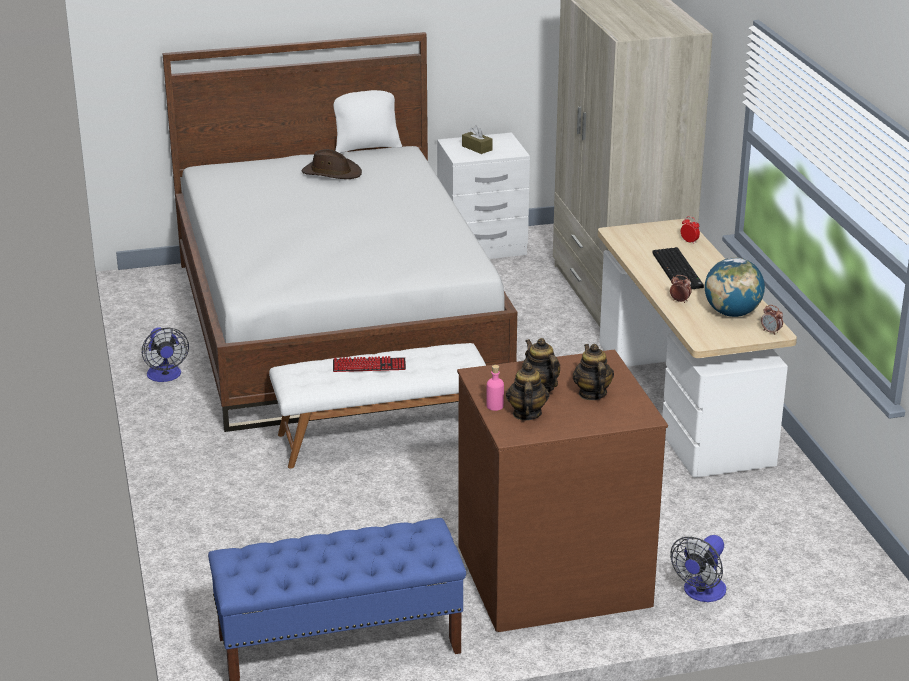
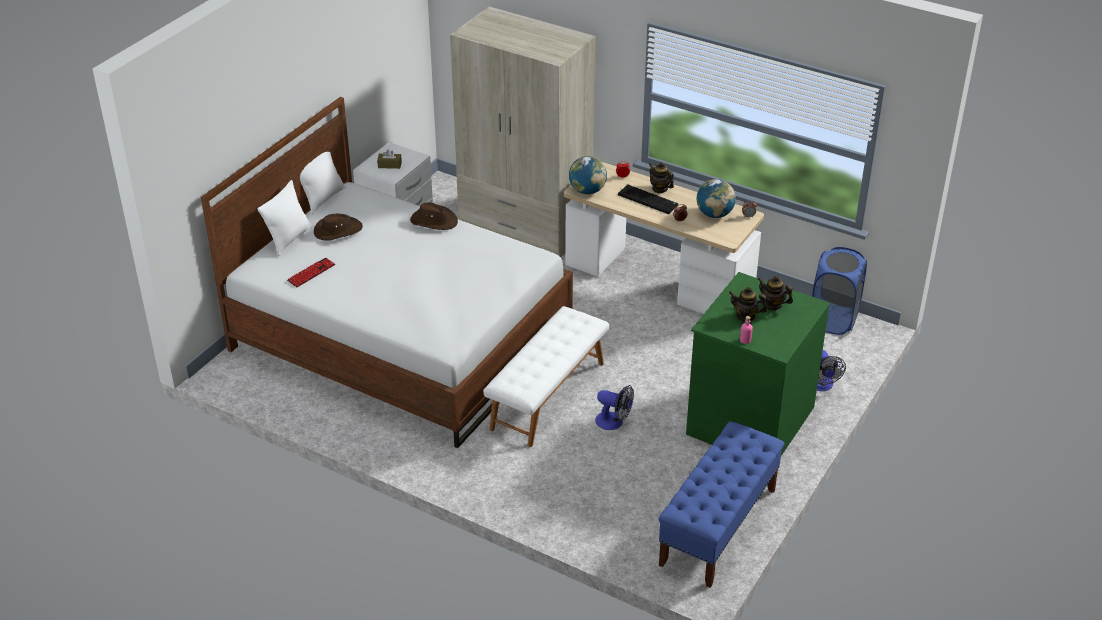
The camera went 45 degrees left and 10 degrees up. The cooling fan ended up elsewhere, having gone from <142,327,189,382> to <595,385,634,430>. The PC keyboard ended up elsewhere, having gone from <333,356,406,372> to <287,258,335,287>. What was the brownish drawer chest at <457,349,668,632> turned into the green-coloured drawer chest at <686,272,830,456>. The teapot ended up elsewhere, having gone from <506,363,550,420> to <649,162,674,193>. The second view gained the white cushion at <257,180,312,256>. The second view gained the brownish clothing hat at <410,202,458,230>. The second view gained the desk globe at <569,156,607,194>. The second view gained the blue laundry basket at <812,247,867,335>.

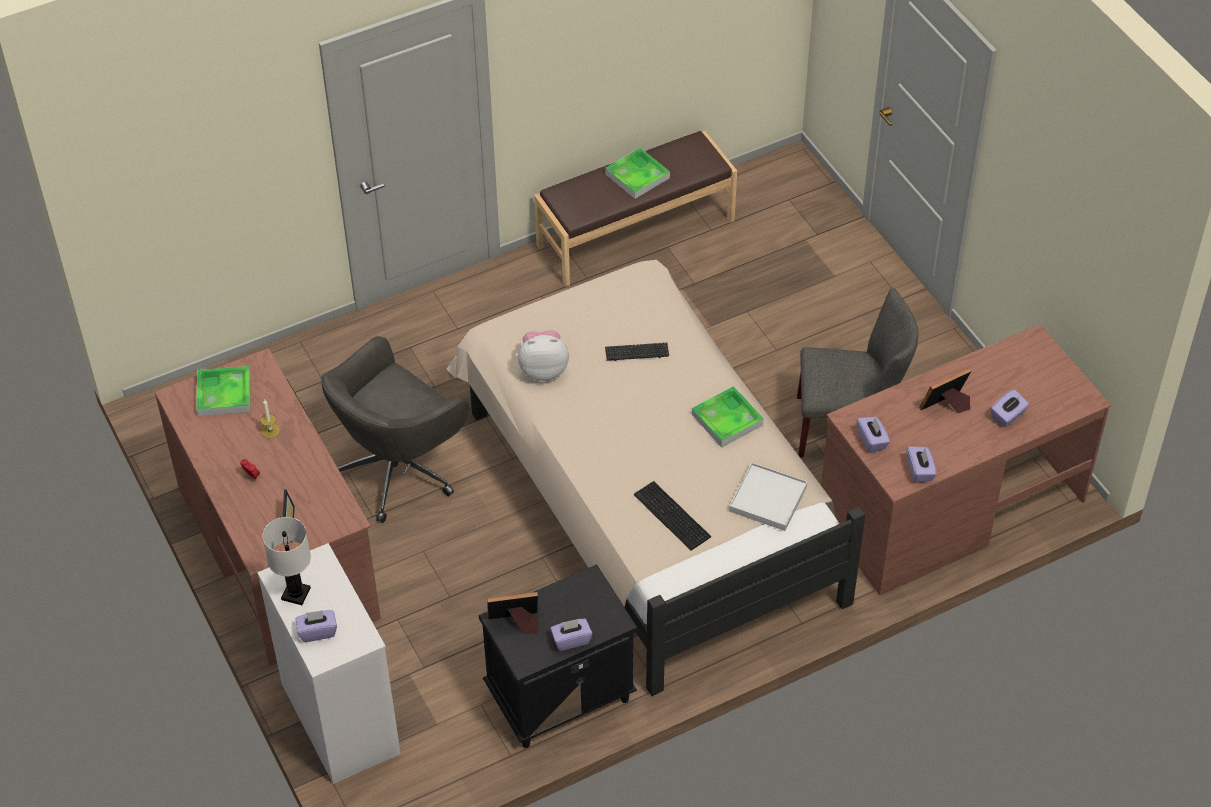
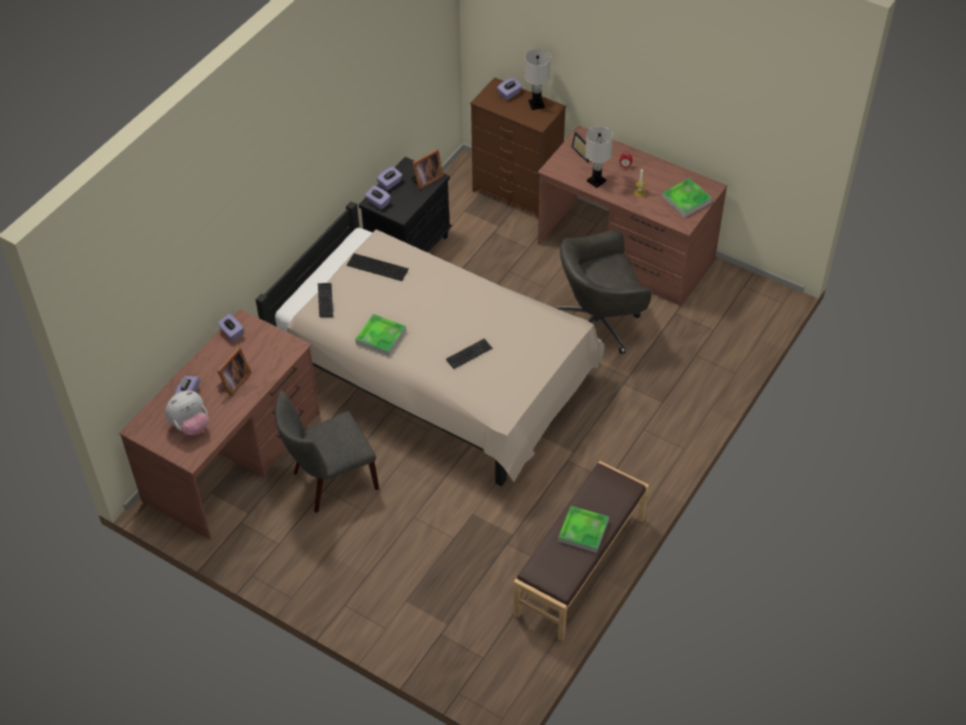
The camera went 150 degrees right and 0 degrees up. What was the white drawer chest at <257,543,401,784> turned into the brownish drawer chest at <470,77,566,217>. The grey office chair at <321,336,468,523> ended up facing another way, 120 degrees counterclockwise from before. The soft toy ended up elsewhere, having gone from <518,330,569,381> to <165,391,209,435>. Where the white serving tray stood at <729,463,807,531>, the PC keyboard came to stand at <318,283,333,317>. The purplish tissue holder ended up elsewhere, having gone from <857,416,890,453> to <365,185,391,210>. The second view gained the white table lamp at <585,126,613,188>.

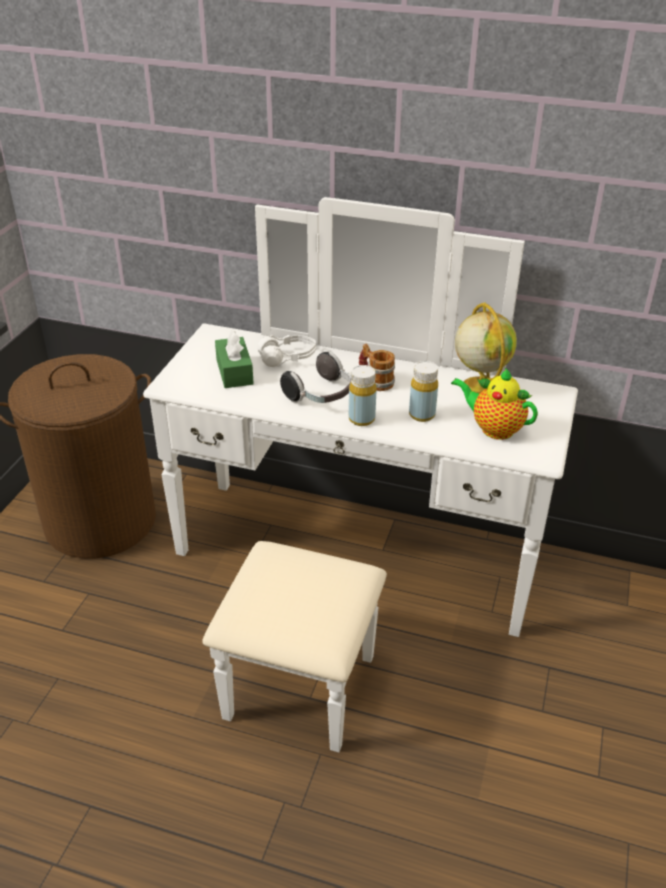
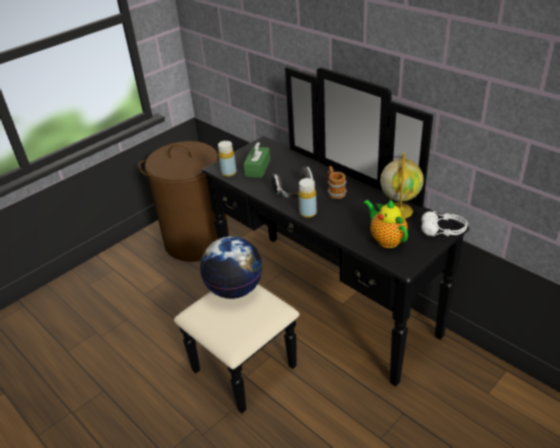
The camera went 30 degrees right and 0 degrees up. What was the white drawer chest at <143,197,578,753> turned into the black drawer chest at <174,67,469,413>. The white headphones ended up elsewhere, having gone from <257,335,316,367> to <421,211,468,237>. The yellowish bottle ended up elsewhere, having gone from <409,361,438,422> to <218,141,236,177>. The second view gained the desk globe at <200,236,263,299>.

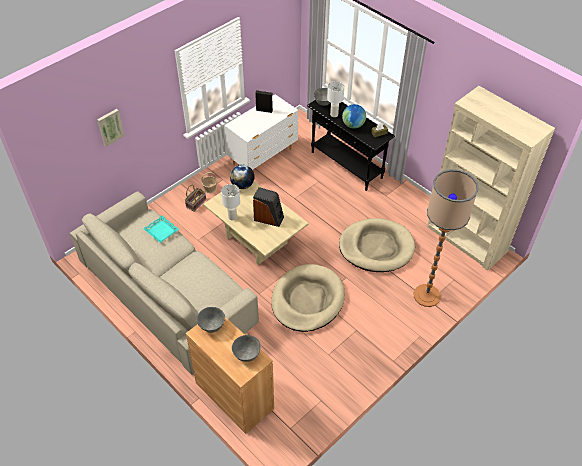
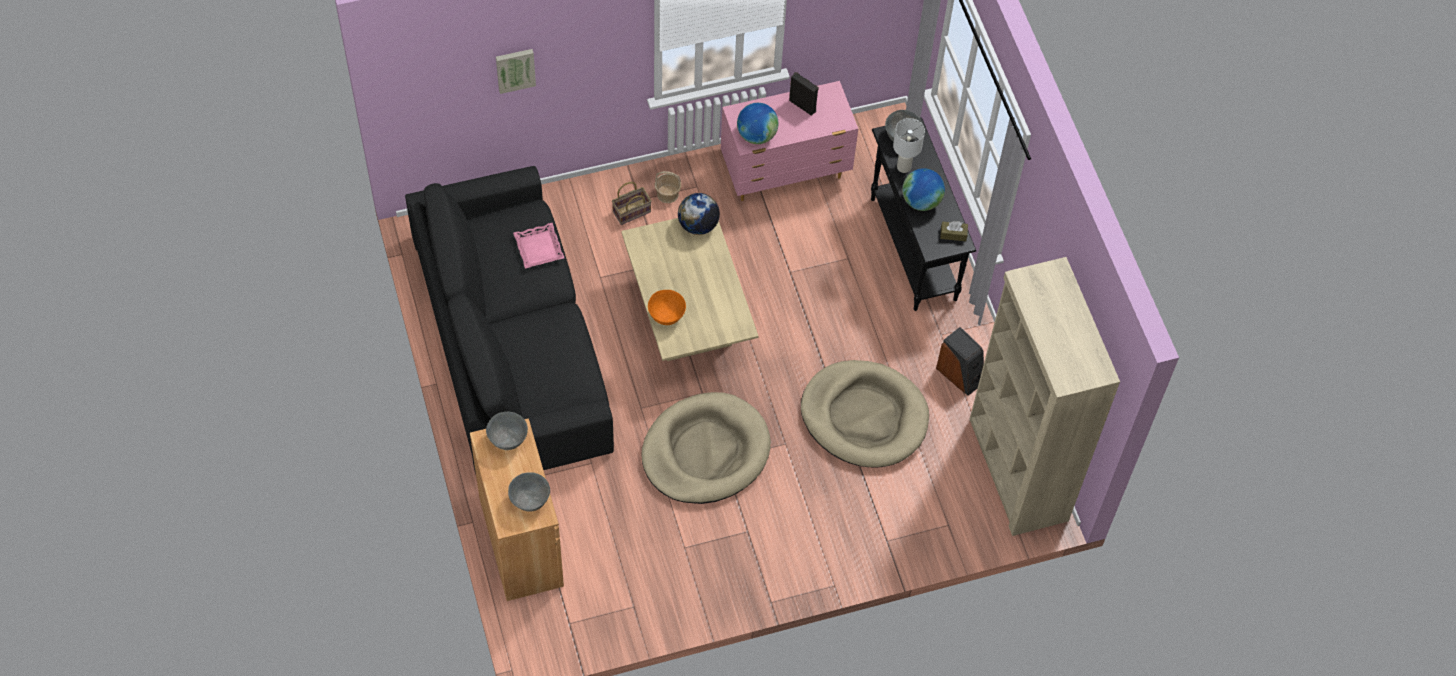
The camera went 25 degrees right and 10 degrees up. What was the beige-coloured settee at <70,191,259,375> turned into the black settee at <405,166,614,474>. What was the turquoise-coloured serving tray at <143,215,179,243> turned into the pink serving tray at <513,223,564,269>. The second view lost the white table lamp at <221,184,240,220>. What was the white drawer chest at <224,94,298,170> turned into the pink drawer chest at <721,81,858,201>. The audio speaker ended up elsewhere, having gone from <253,187,284,227> to <936,327,984,396>. The second view lost the floor lamp at <414,169,479,307>. The second view gained the orange-coloured serving bowl at <648,290,686,325>. The second view gained the desk globe at <737,103,778,144>.

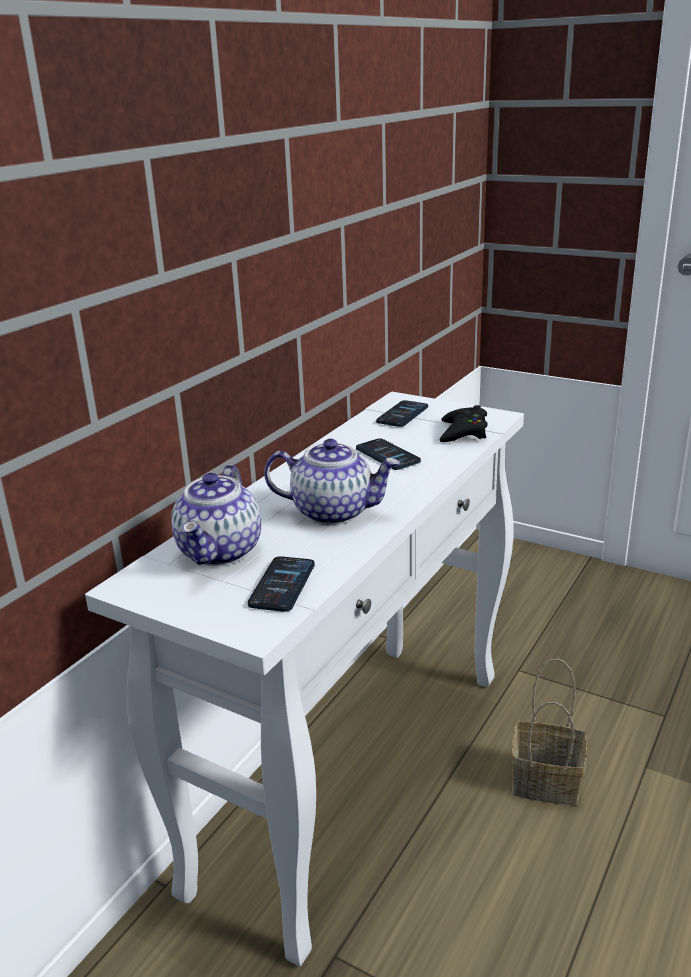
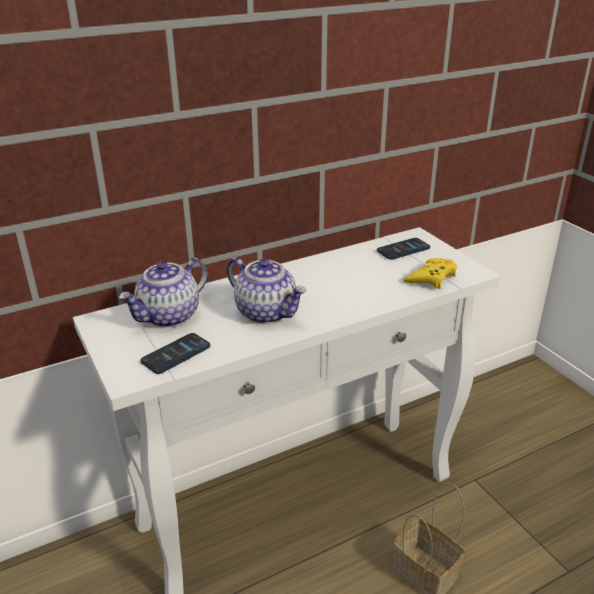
The camera went 30 degrees right and 5 degrees up. The second view lost the telephone at <356,438,421,470>. What was the black game controller at <440,405,487,442> turned into the yellowish game controller at <403,258,457,289>.

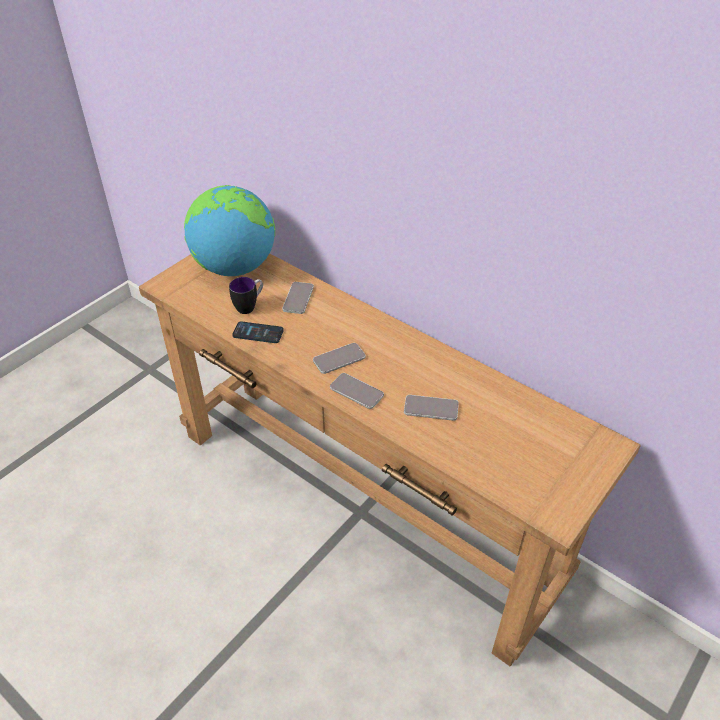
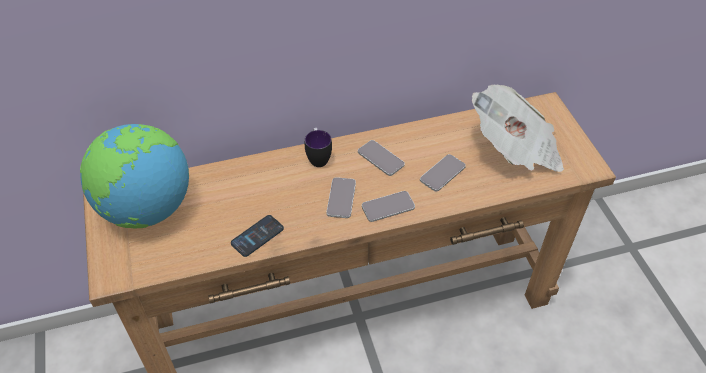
The camera went 55 degrees left and 5 degrees up. The mug ended up elsewhere, having gone from <229,277,263,314> to <305,128,332,167>. The telephone ended up elsewhere, having gone from <282,282,314,314> to <358,140,405,176>. The second view gained the daily paper at <472,85,564,172>.

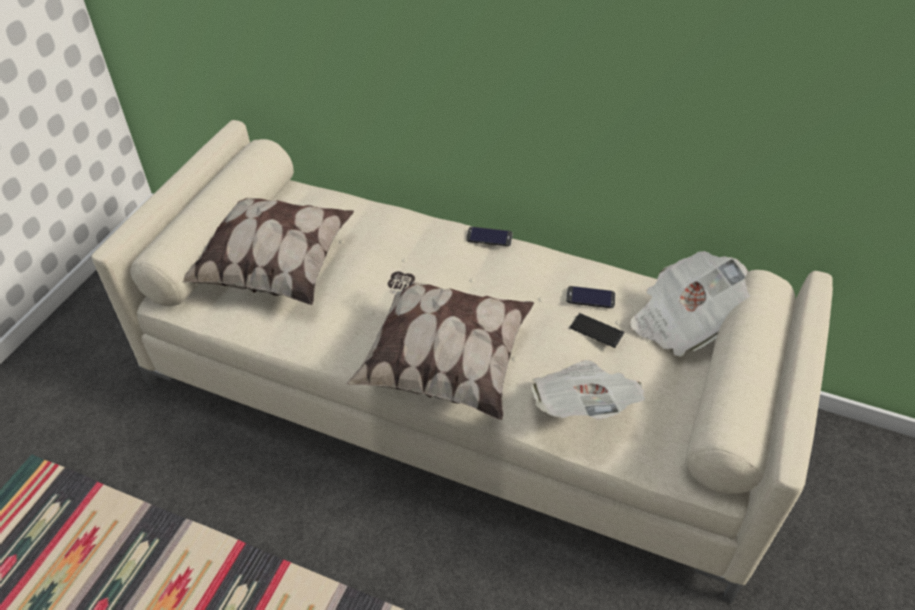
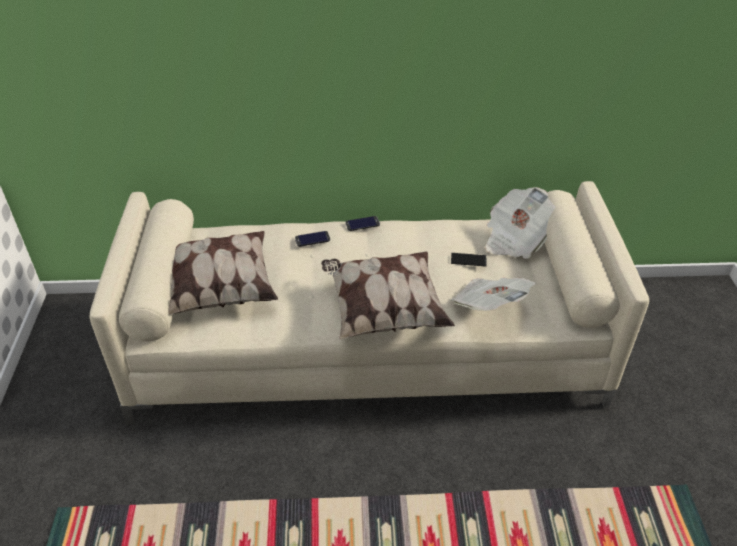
The camera went 25 degrees left and 5 degrees down. The telephone ended up elsewhere, having gone from <566,286,615,308> to <295,231,330,247>.

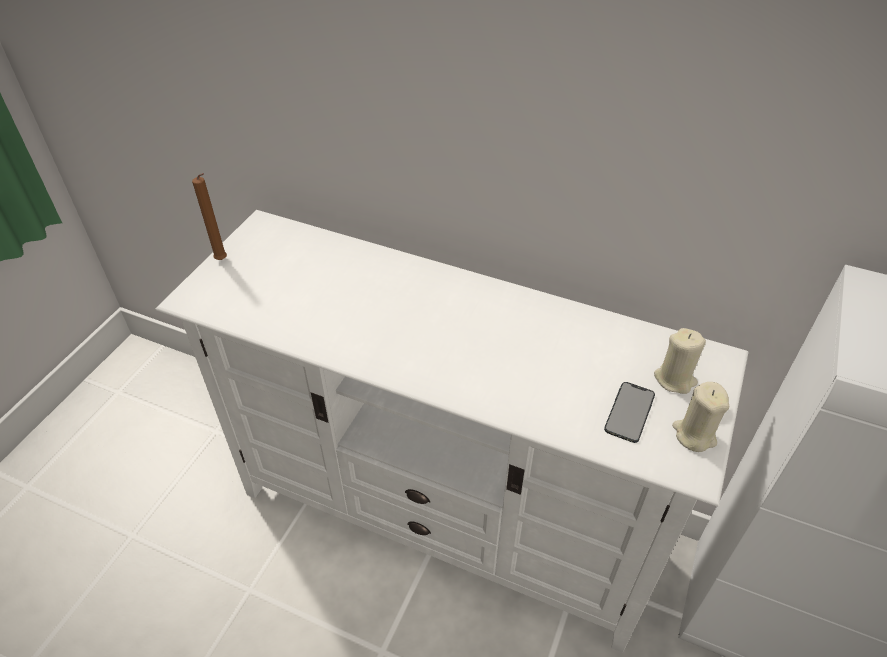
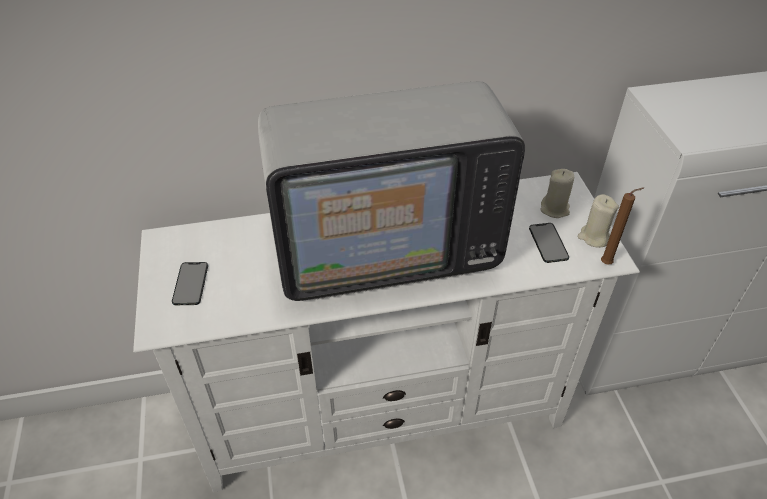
The camera went 35 degrees left and 0 degrees up. The brownish candle ended up elsewhere, having gone from <192,173,227,260> to <601,187,644,265>. The second view gained the telephone at <172,262,208,305>. The second view gained the TV set at <258,81,525,301>.

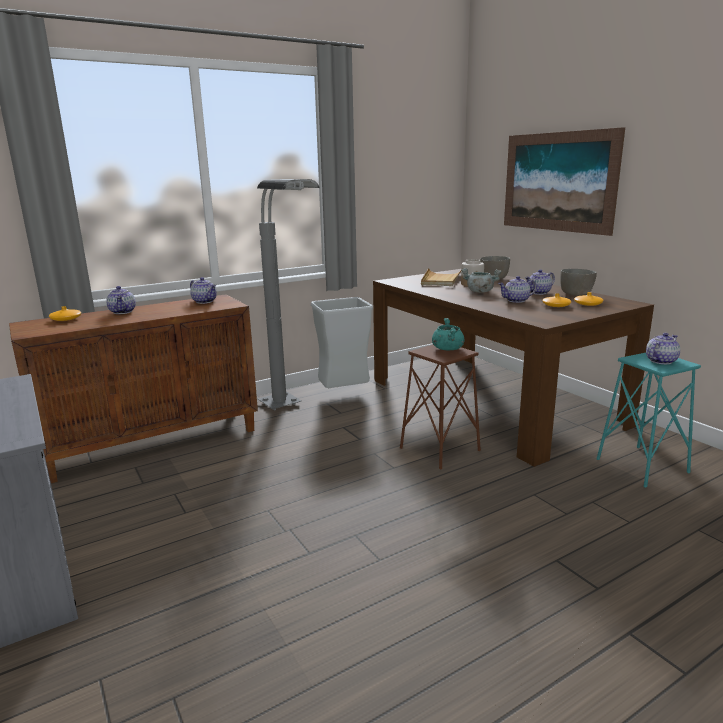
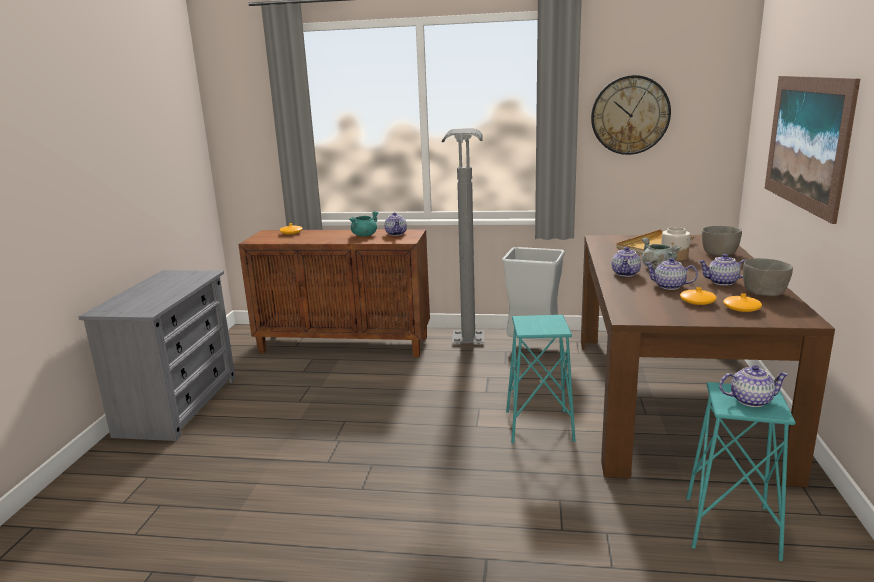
The camera went 40 degrees right and 0 degrees up. The teapot ended up elsewhere, having gone from <106,286,136,314> to <612,247,641,277>. What was the brownish sitting stool at <400,345,481,470> turned into the turquoise-coloured sitting stool at <506,315,575,443>. The turquoise-coloured cooking pot ended up elsewhere, having gone from <432,318,465,350> to <349,211,379,236>. The second view gained the clock on the wall at <591,75,671,155>.

